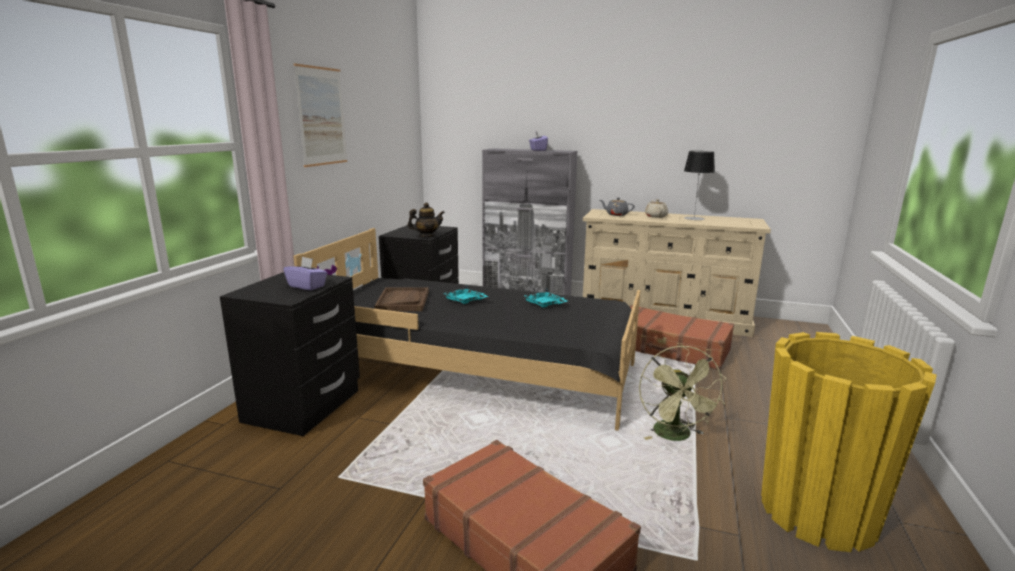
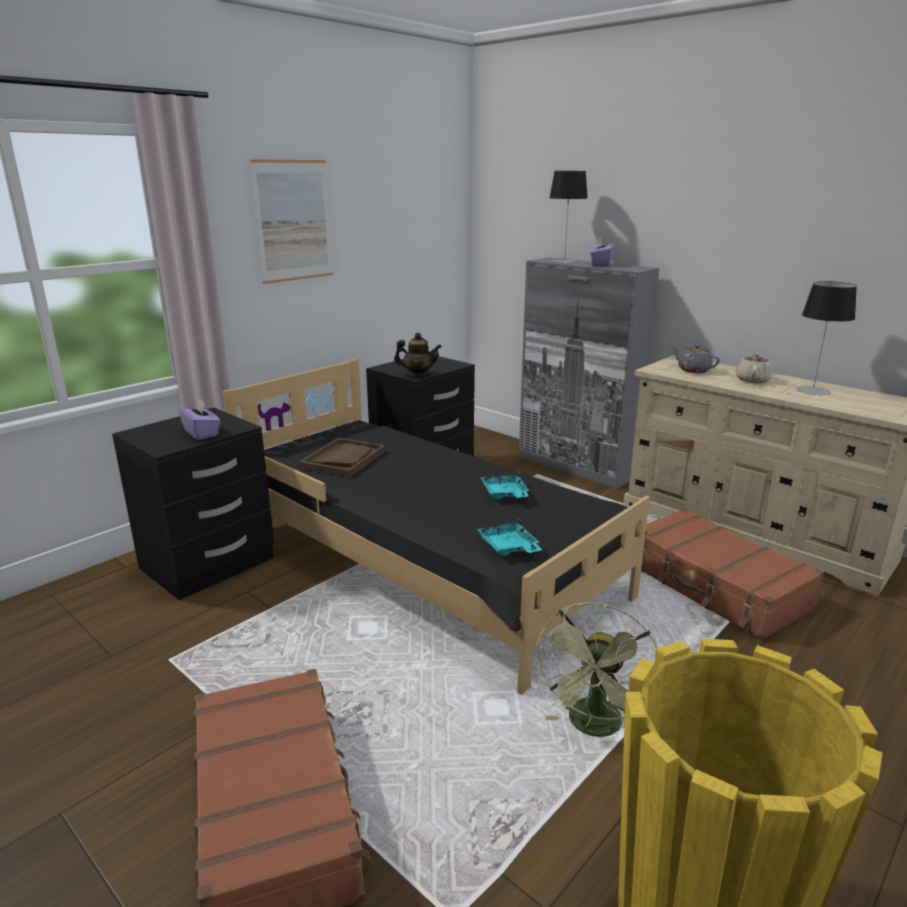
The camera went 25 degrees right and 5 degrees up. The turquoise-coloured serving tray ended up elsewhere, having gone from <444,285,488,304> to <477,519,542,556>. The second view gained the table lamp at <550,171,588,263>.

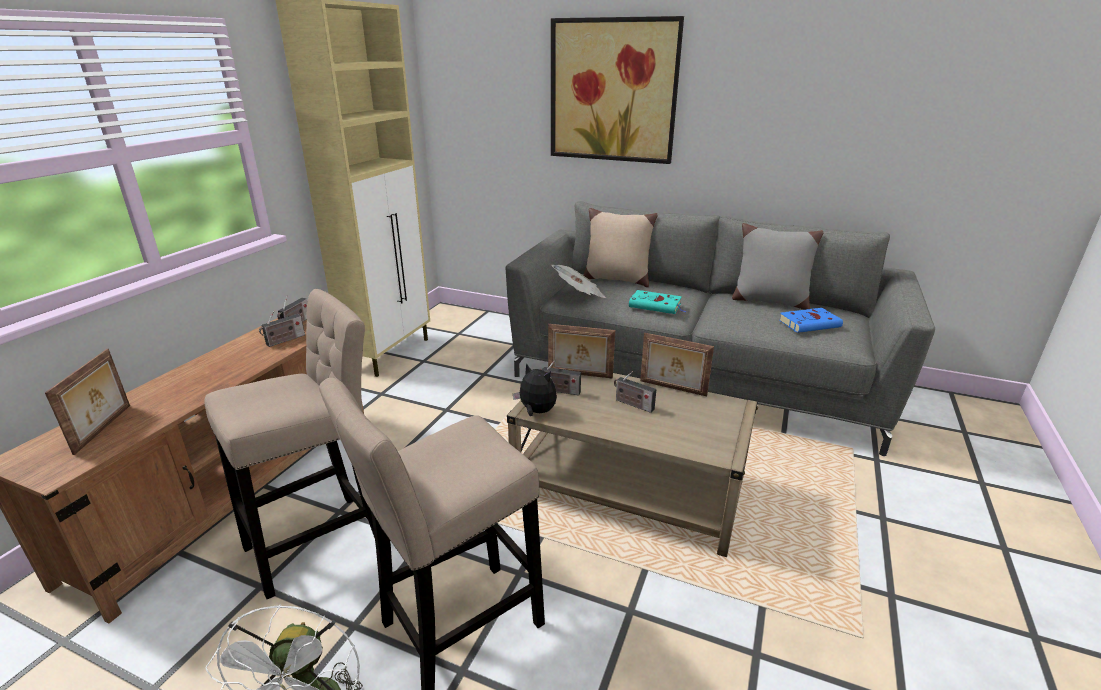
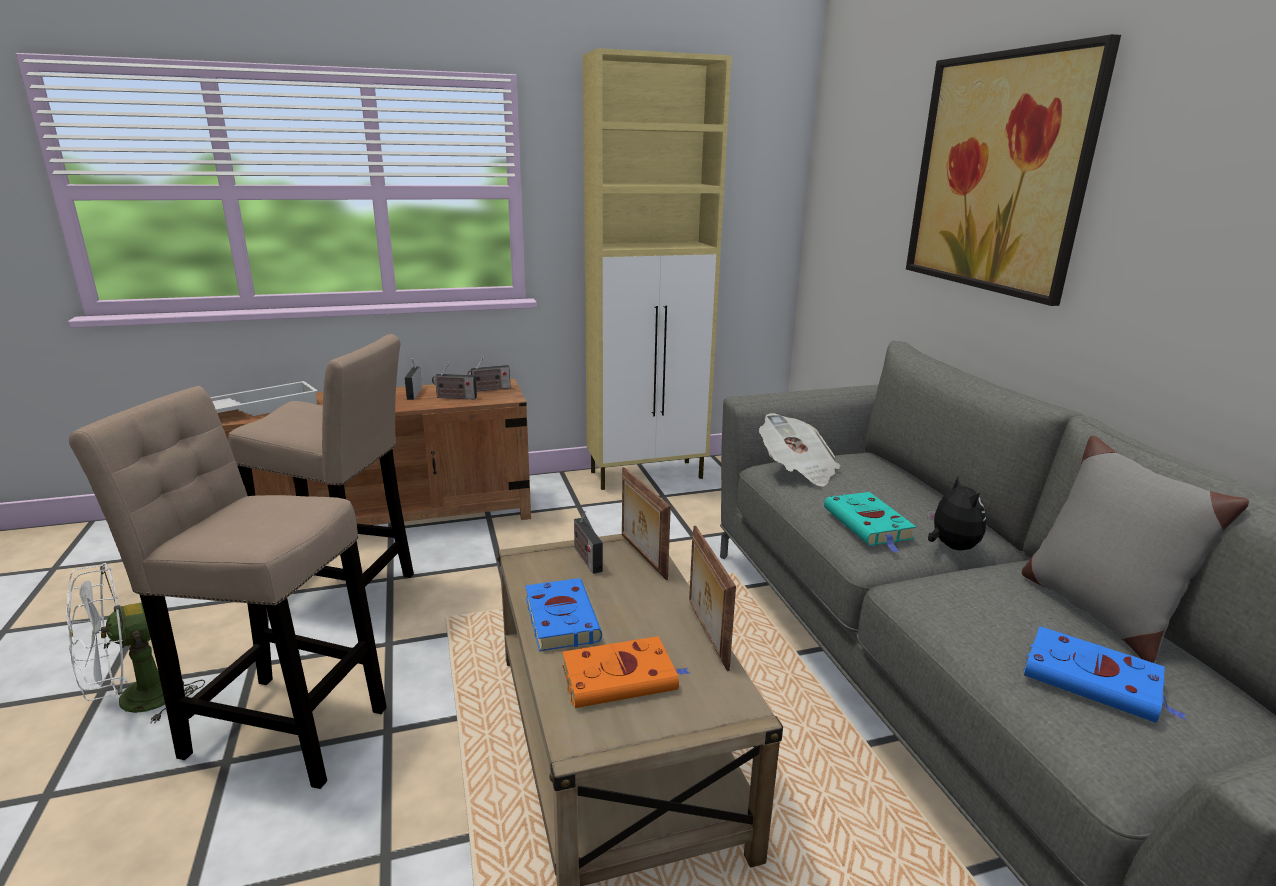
The camera went 50 degrees right and 5 degrees down. Where the photo frame stood at <45,349,130,455>, the white serving tray came to stand at <210,381,318,416>. The soft toy ended up elsewhere, having gone from <513,363,557,416> to <928,475,986,550>. The second view lost the beige-coloured cushion at <583,208,657,287>. The radio set ended up elsewhere, having gone from <614,371,656,413> to <405,358,422,400>. The second view gained the blue volume at <525,578,602,652>. The second view gained the orange-coloured volume at <562,636,690,708>.

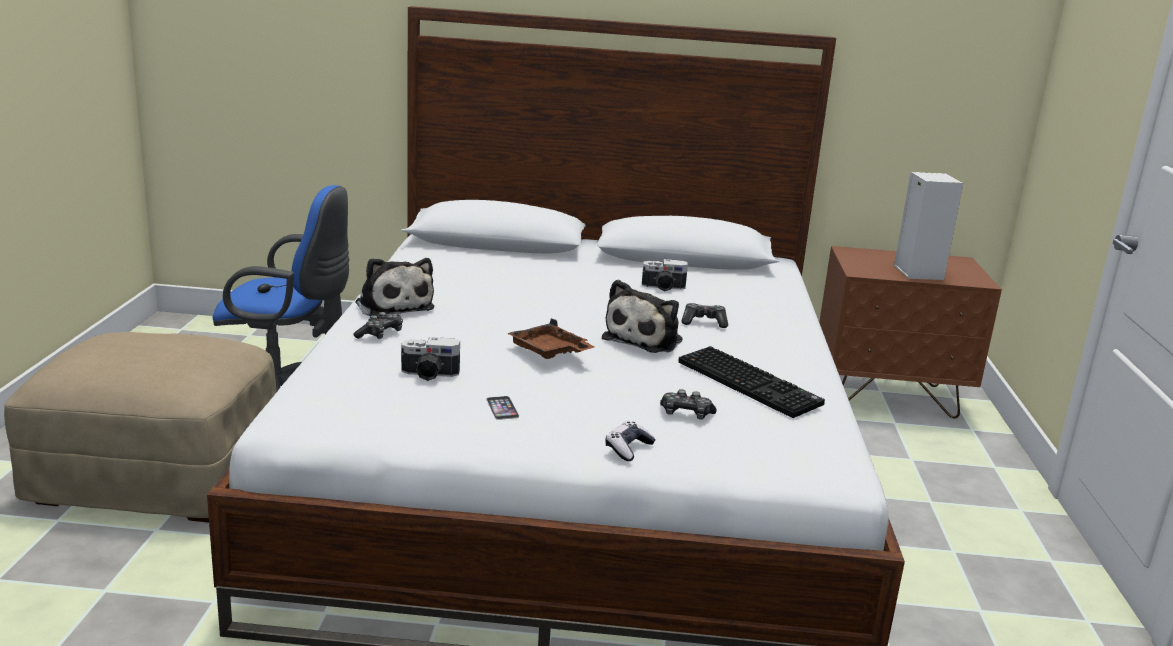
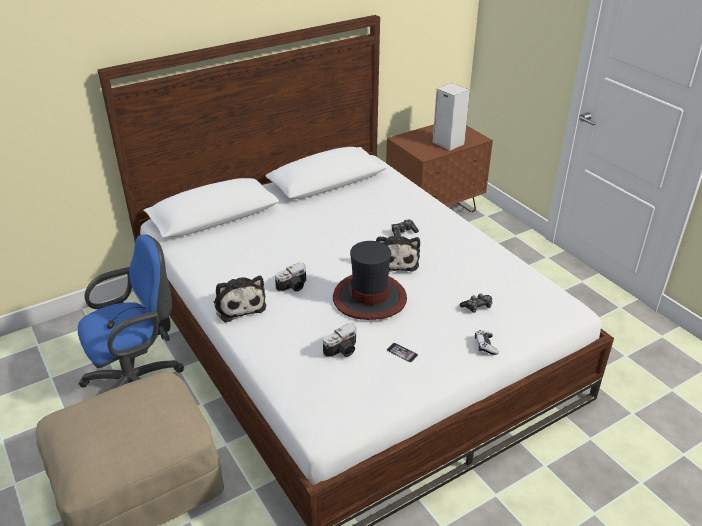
The camera went 35 degrees left and 15 degrees up. The second view lost the game controller at <354,312,403,339>. The soft toy at <355,258,434,316> ended up facing another way, 45 degrees clockwise from before. Where the brownish serving tray stood at <507,318,594,359>, the clothing hat came to stand at <333,241,407,320>. The still camera ended up elsewhere, having gone from <642,259,688,291> to <275,263,306,292>. The second view lost the PC keyboard at <678,346,825,418>.

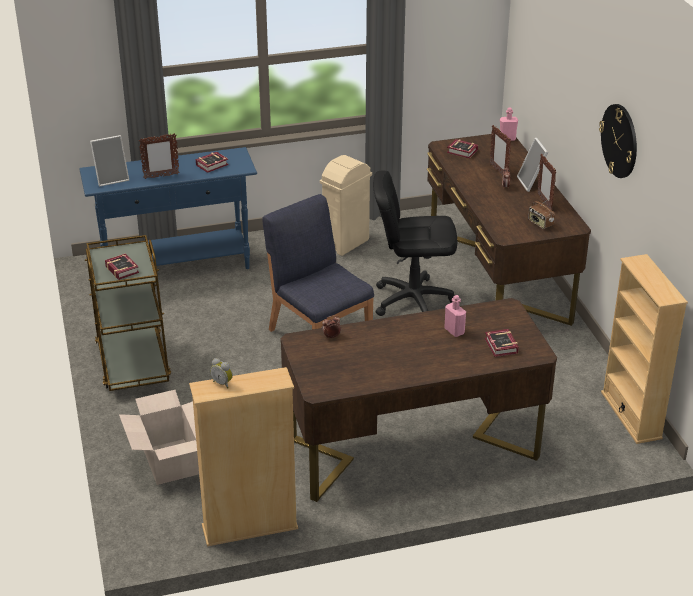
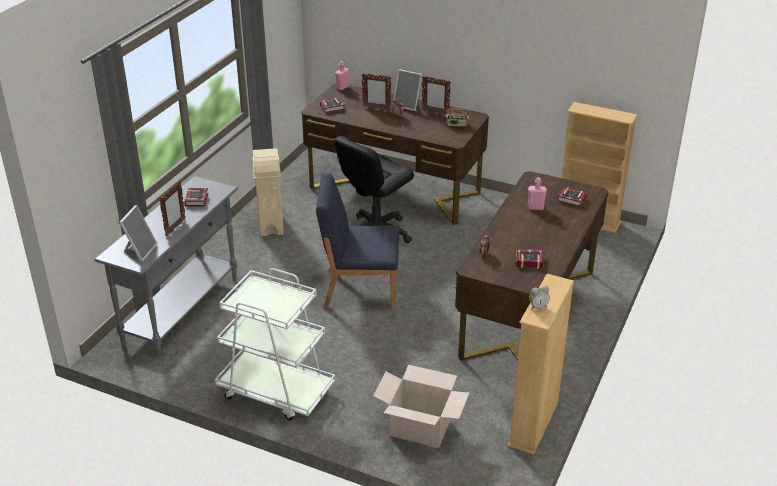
The camera went 50 degrees left and 0 degrees up. What was the blue narrow table at <79,147,257,269> turned into the grey narrow table at <94,176,238,359>. What was the brownish cart at <85,235,171,391> turned into the white cart at <215,268,335,420>. The volume ended up elsewhere, having gone from <105,253,139,280> to <516,249,544,269>. The second view lost the clock on the wall at <599,104,637,178>.

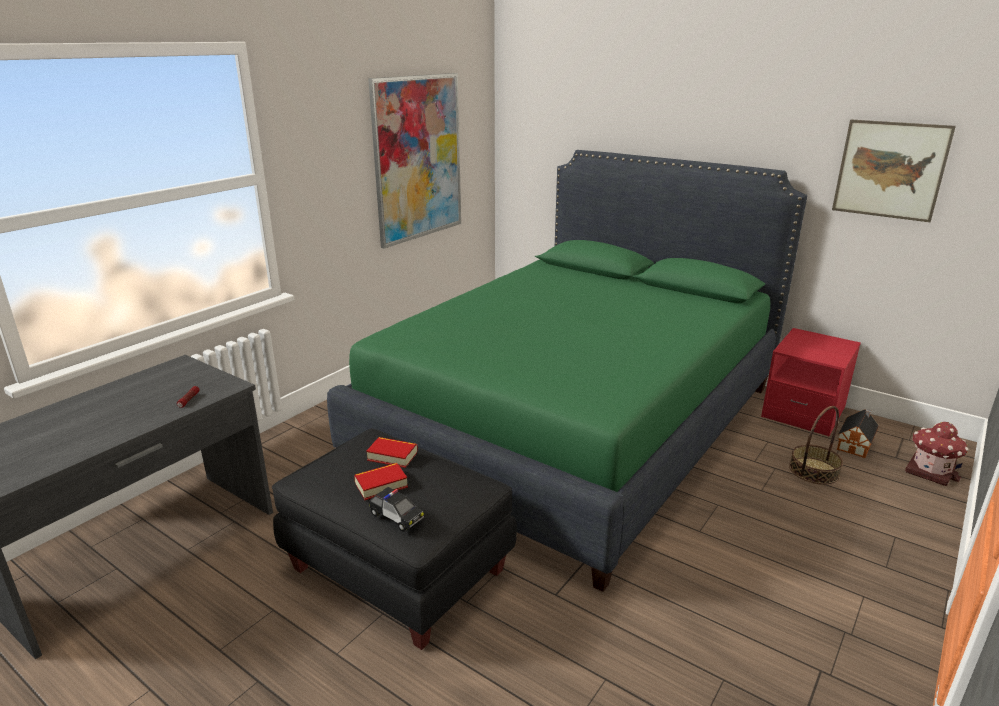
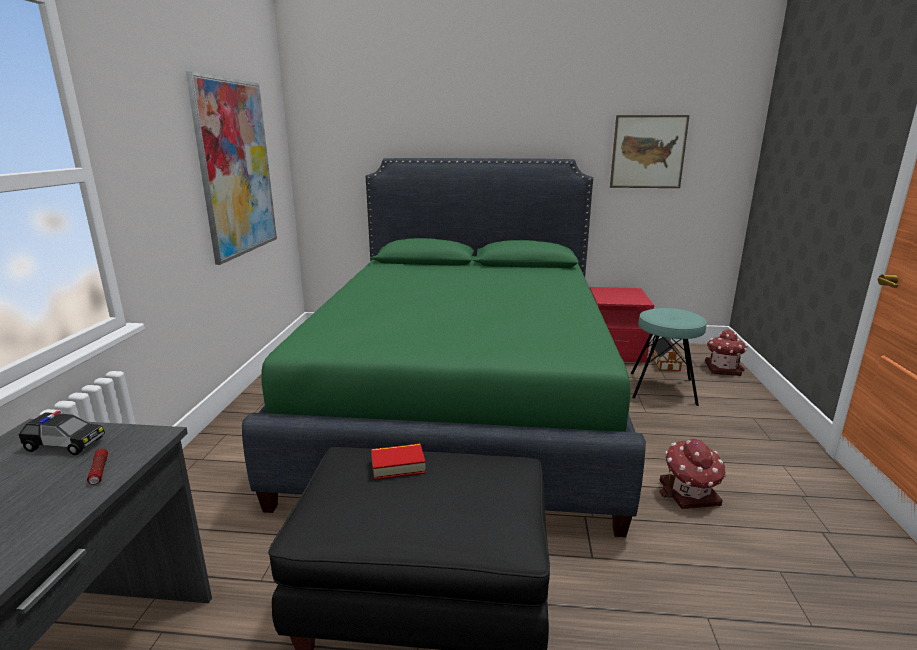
The camera went 30 degrees left and 5 degrees down. The second view lost the volume at <354,463,408,500>. The toy car ended up elsewhere, having gone from <369,487,425,532> to <19,410,105,455>. Where the storage basket stood at <789,406,843,485>, the turquoise-coloured sitting stool came to stand at <631,308,707,406>. The second view gained the model house at <659,438,726,509>.

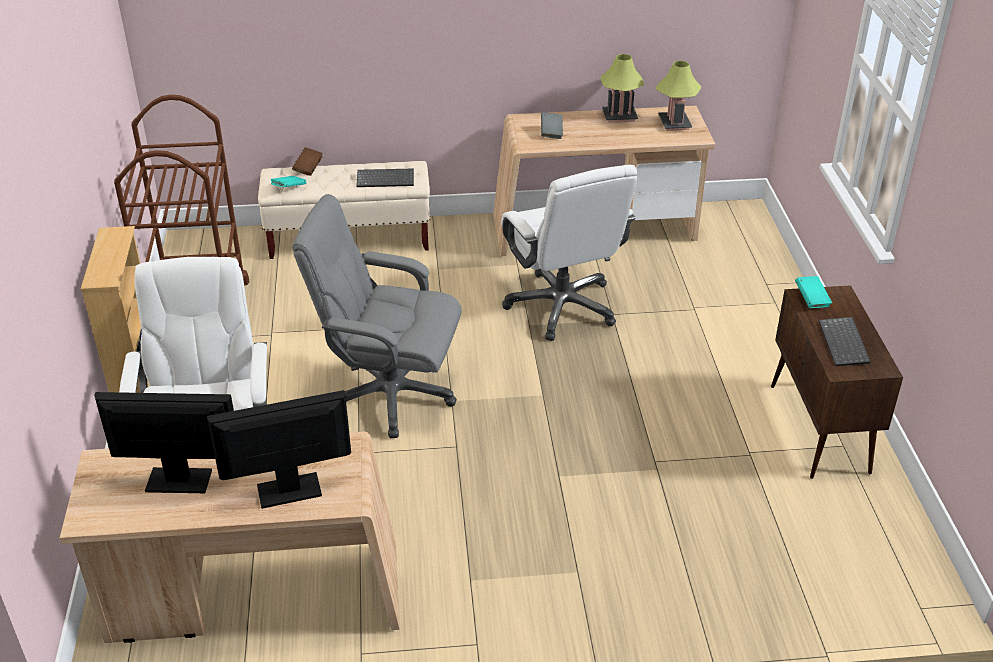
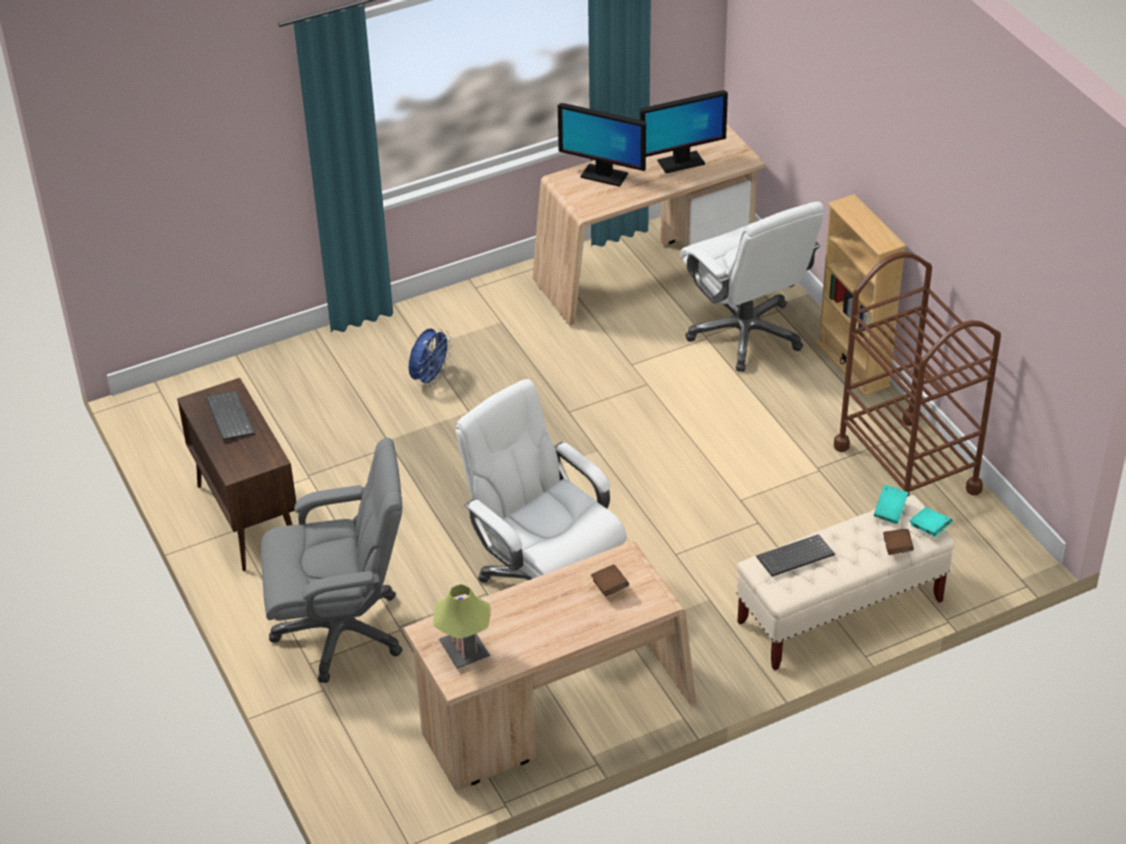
The camera went 160 degrees right and 5 degrees up. The computer display at <207,390,351,509> ended up facing another way, 60 degrees clockwise from before. The grey office chair ended up elsewhere, having gone from <292,194,462,438> to <261,438,403,683>. What was the grey volume at <541,112,563,139> turned into the brownish volume at <591,565,629,597>. The second view lost the table lamp at <601,54,644,123>. The turquoise-coloured volume ended up elsewhere, having gone from <795,276,832,308> to <909,507,952,537>. The second view gained the blue cooling fan at <409,328,452,387>.

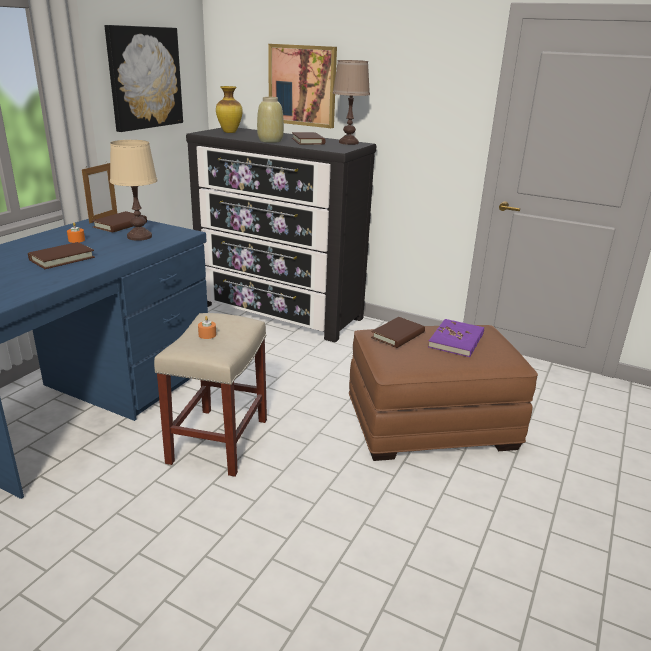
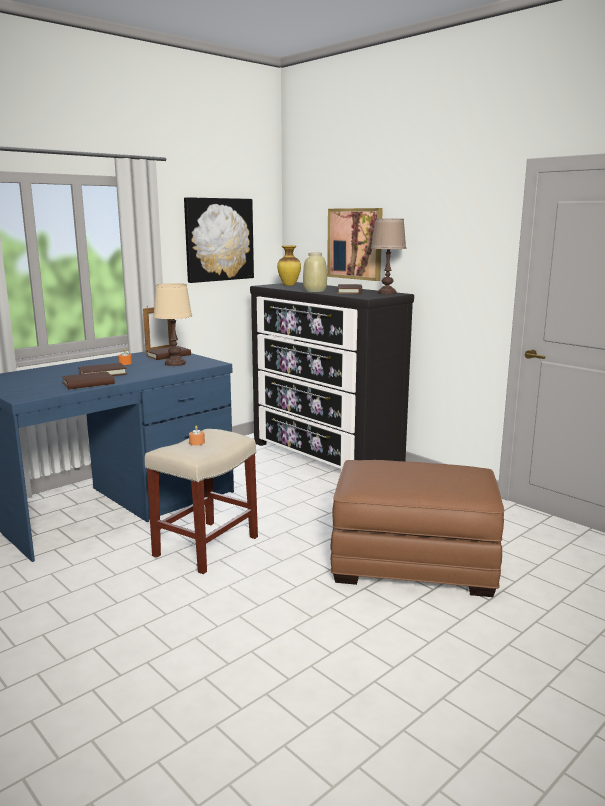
The camera went 20 degrees right and 10 degrees down. The brownish volume ended up elsewhere, having gone from <371,317,425,348> to <62,371,115,389>. The second view lost the purplish volume at <428,319,484,357>.

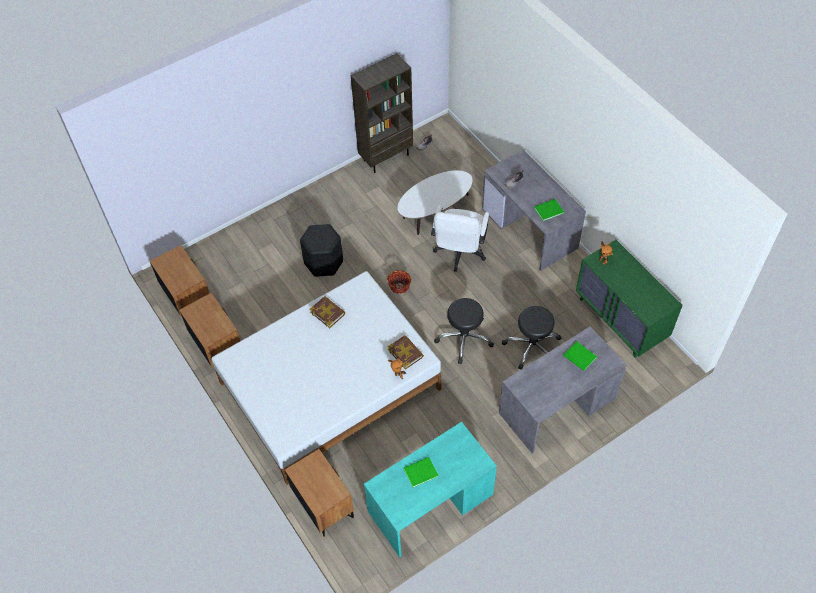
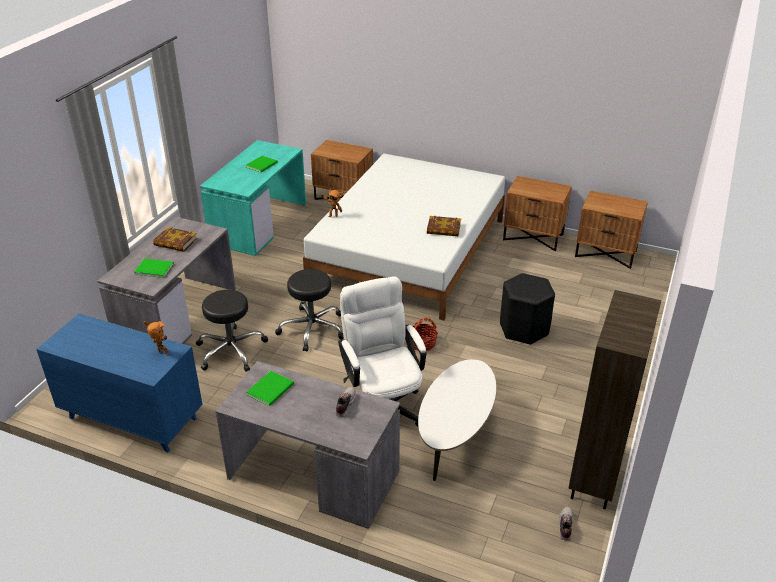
The camera went 145 degrees right and 20 degrees down. The volume ended up elsewhere, having gone from <388,336,424,370> to <153,227,197,252>. What was the green-coloured drawer chest at <576,240,683,358> turned into the blue drawer chest at <36,314,203,452>.

